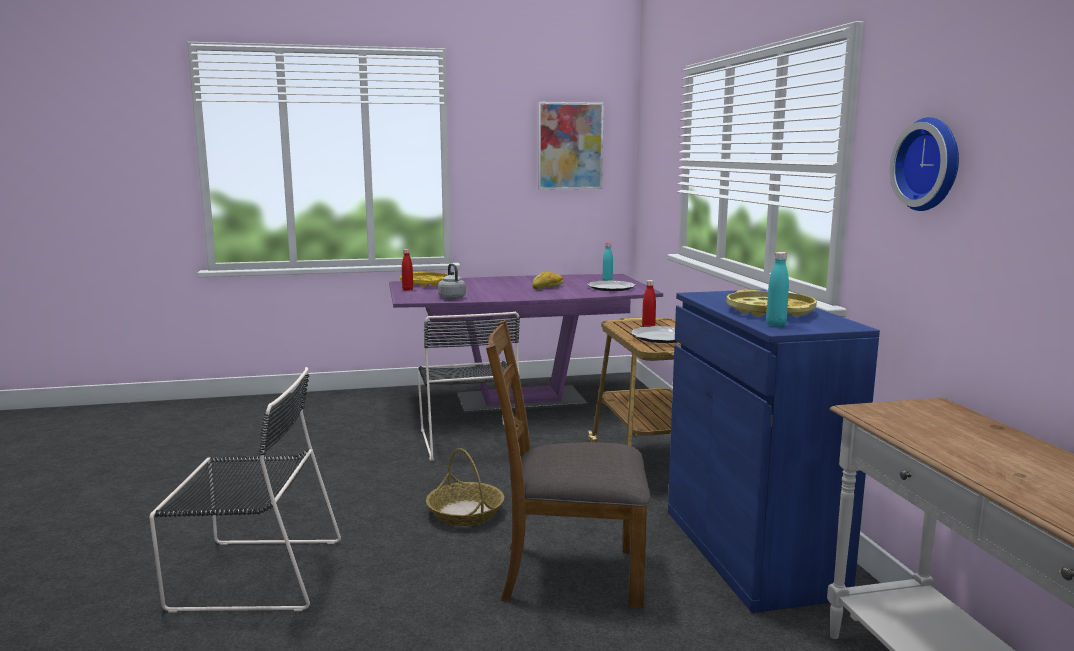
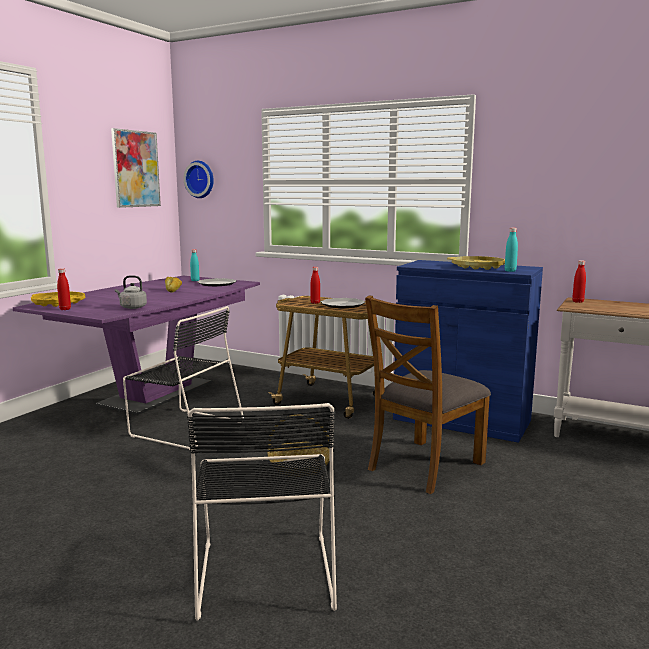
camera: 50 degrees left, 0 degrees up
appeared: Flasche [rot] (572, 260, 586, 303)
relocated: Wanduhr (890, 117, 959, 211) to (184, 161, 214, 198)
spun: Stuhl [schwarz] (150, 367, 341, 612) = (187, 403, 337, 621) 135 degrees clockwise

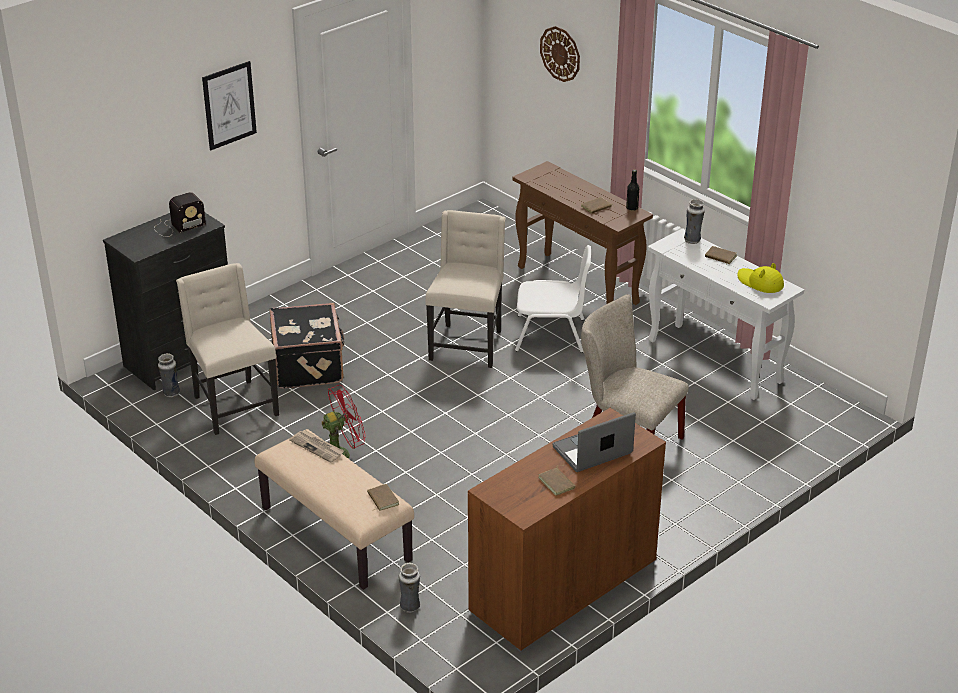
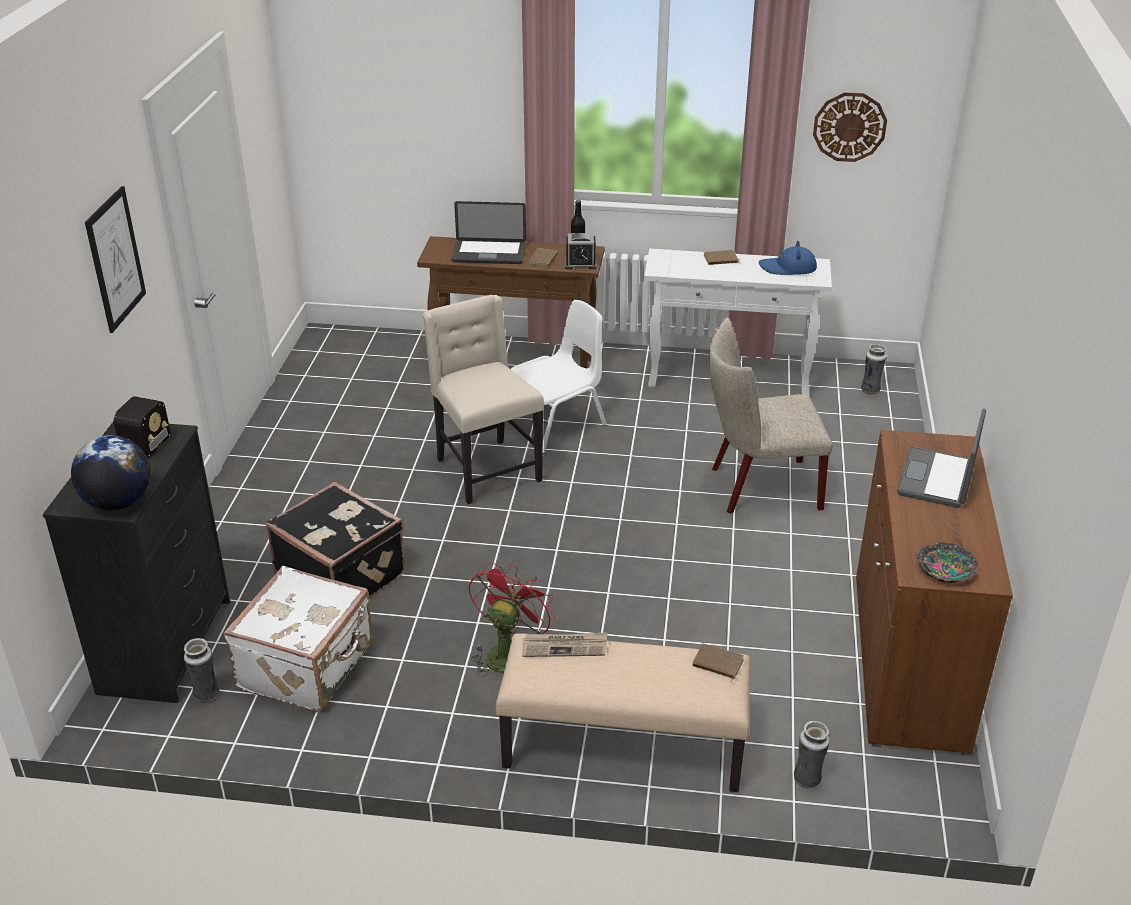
camera: 40 degrees left, 0 degrees up
missing: Buch [braun] (538, 466, 575, 496)
appeared: Globus (71, 435, 150, 510); Laptop (451, 201, 526, 264); Wecker (565, 233, 597, 269); Schüssel (916, 541, 978, 583)
relocated: Wanduhr (540, 26, 580, 82) to (813, 92, 887, 162); Vase (684, 199, 705, 244) to (861, 344, 887, 395)
exchanged: Stuhl [beige] (176, 263, 279, 435) to Koffer [weiß] (224, 566, 373, 712)
colour: Hut [gelb] (737, 263, 784, 293) to Hut [blau] (759, 241, 817, 275)

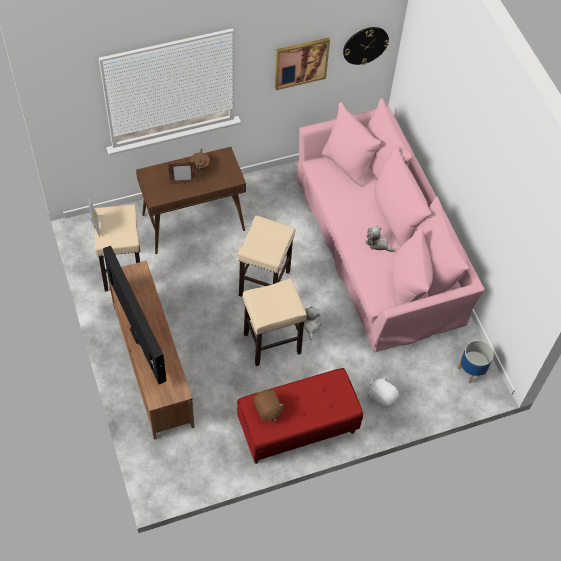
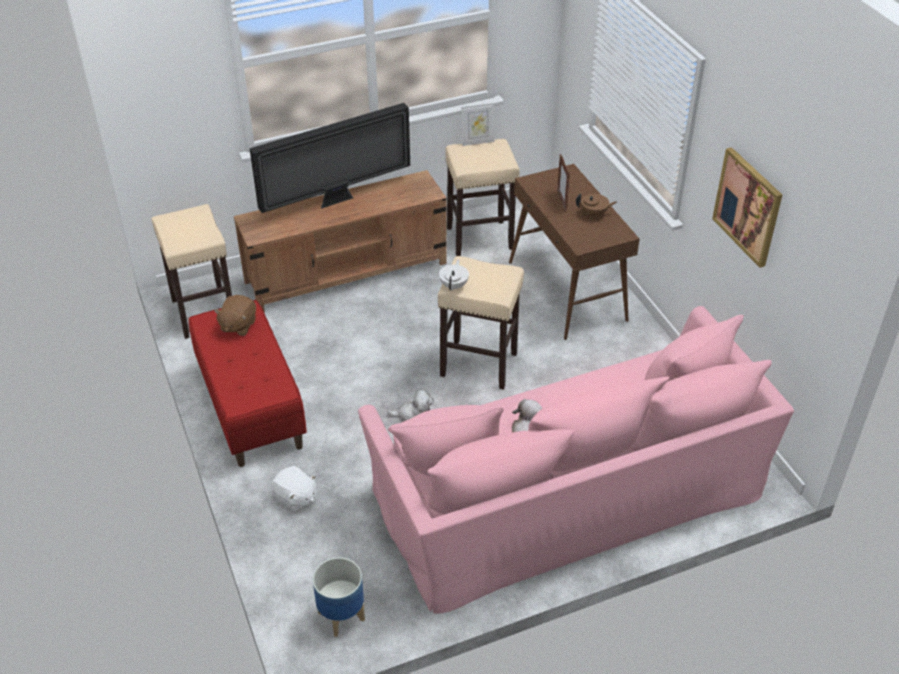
camera: 90 degrees right, 15 degrees down
missing: Wanduhr (343, 27, 389, 65)
appeared: Teekanne [weiß] (439, 259, 469, 291)
relocated: Hocker [beige] (243, 279, 307, 366) to (151, 204, 232, 339)
spun: Plüschtier [braun] (254, 389, 284, 421) = (214, 295, 256, 336) 45 degrees counterclockwise; Plüschtier [weiß] (369, 376, 399, 408) = (271, 466, 316, 512) 90 degrees clockwise

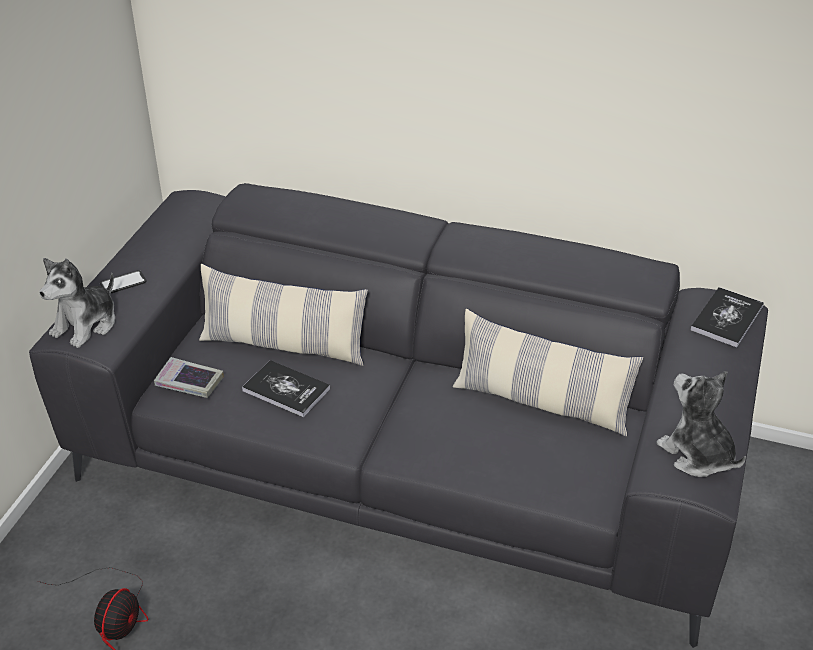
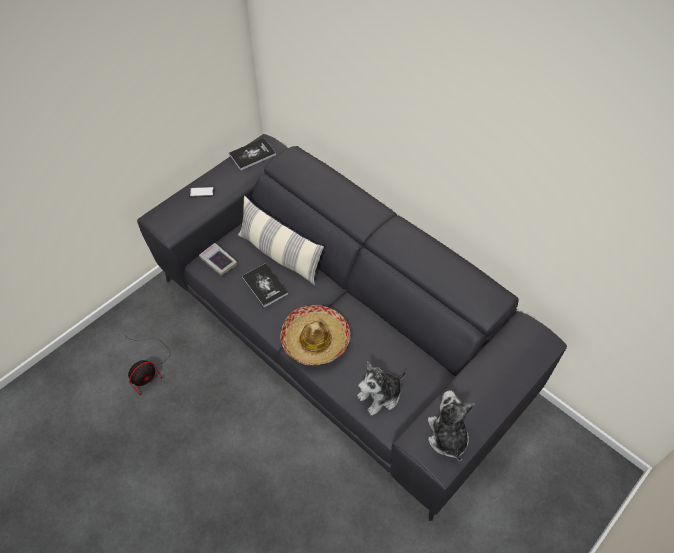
camera: 25 degrees right, 15 degrees up
missing: Kissen (453, 309, 643, 436)
appeared: Hut (280, 305, 350, 366)
relocated: Plüschtier (39, 258, 115, 348) to (357, 362, 406, 416); Buch (690, 287, 764, 347) to (229, 138, 276, 171)

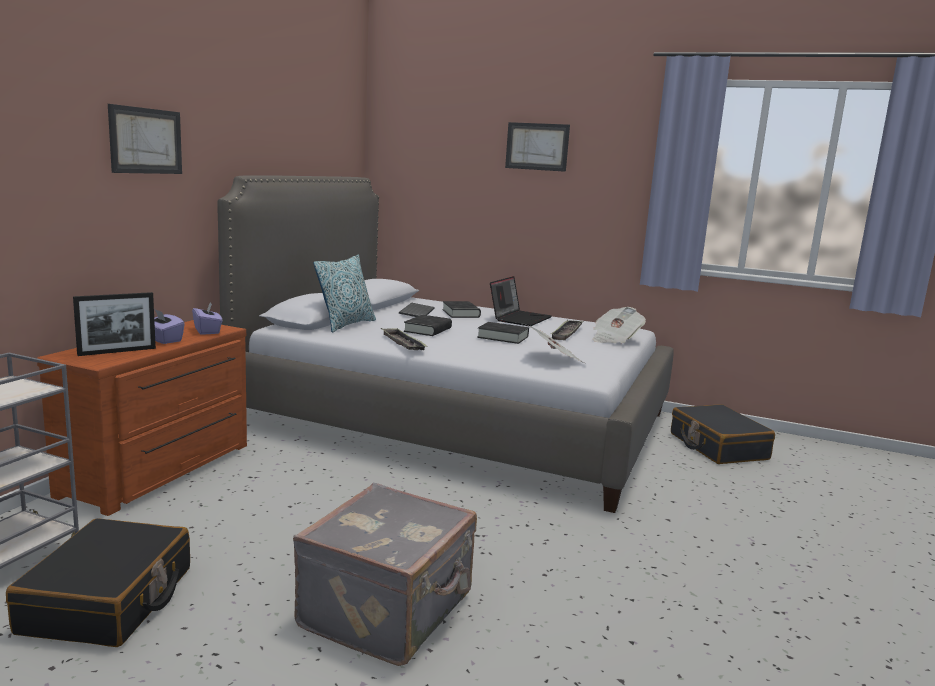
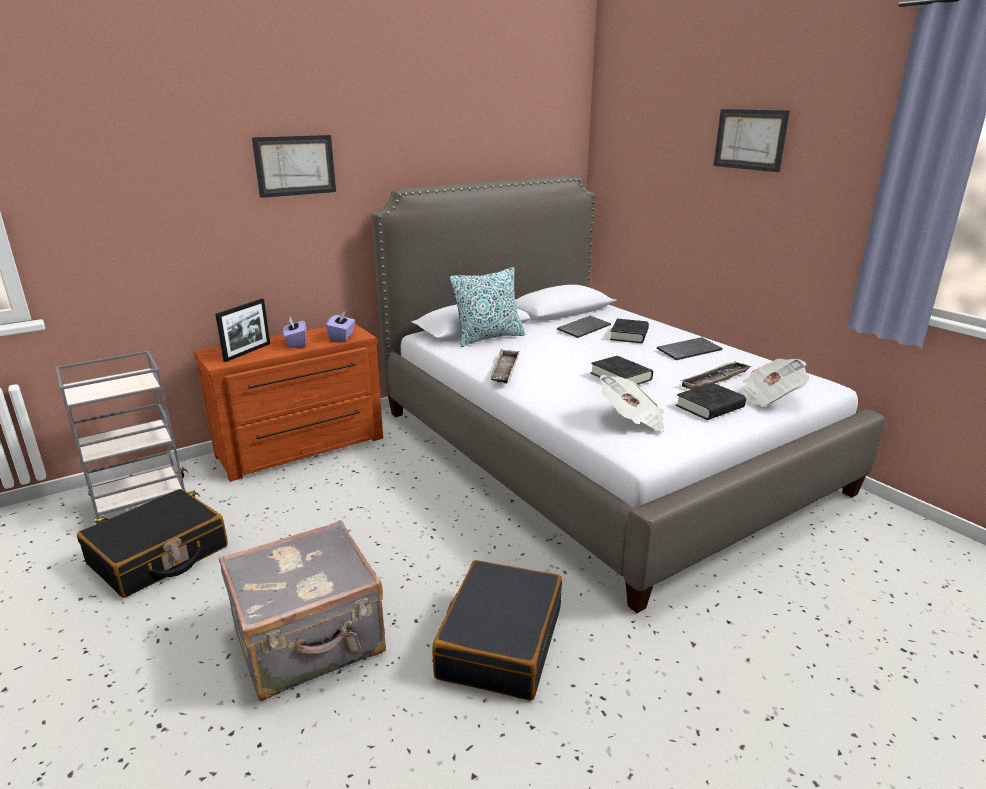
camera: 35 degrees right, 10 degrees up
relocated: Buch [schwarz] (404, 315, 452, 336) to (676, 383, 746, 420); Koffer [schwarz] (671, 404, 775, 464) to (432, 560, 562, 701)
exchanged: Laptop (490, 276, 552, 326) to Tastatur (657, 337, 722, 360)
spun: Bilderrahmen (73, 292, 156, 356) = (216, 299, 270, 362) 60 degrees counterclockwise

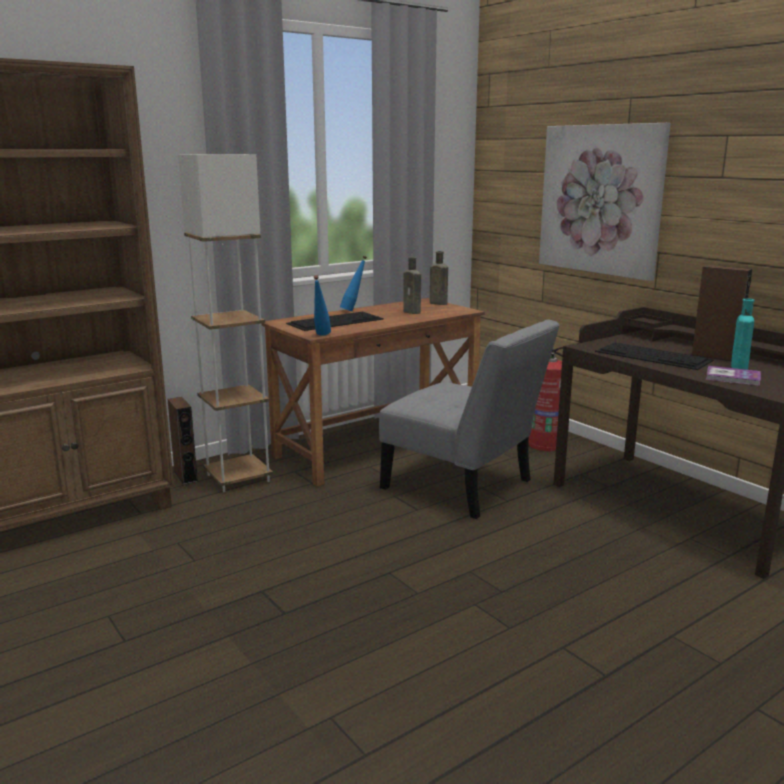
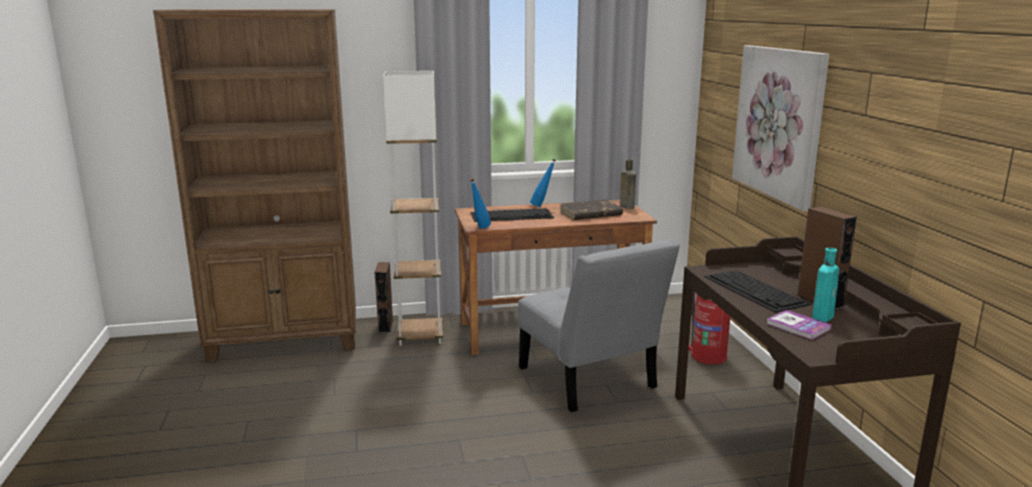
camera: 25 degrees right, 0 degrees up
exchanged: Flasche [braun] (403, 257, 421, 314) to Buch [braun] (559, 199, 623, 220)

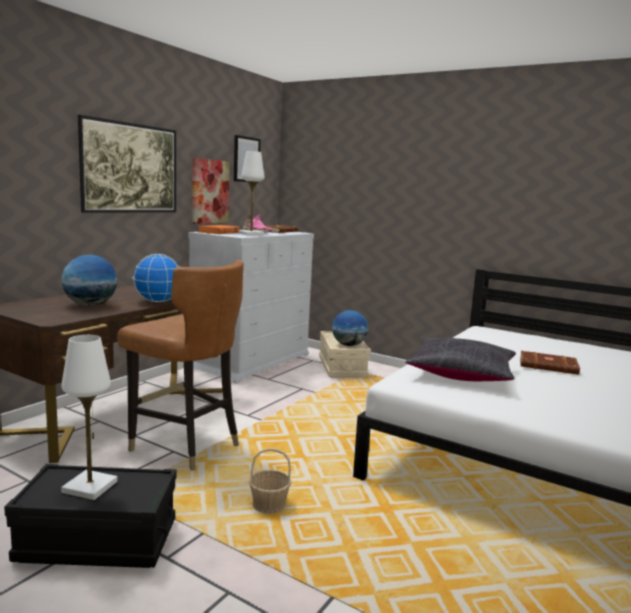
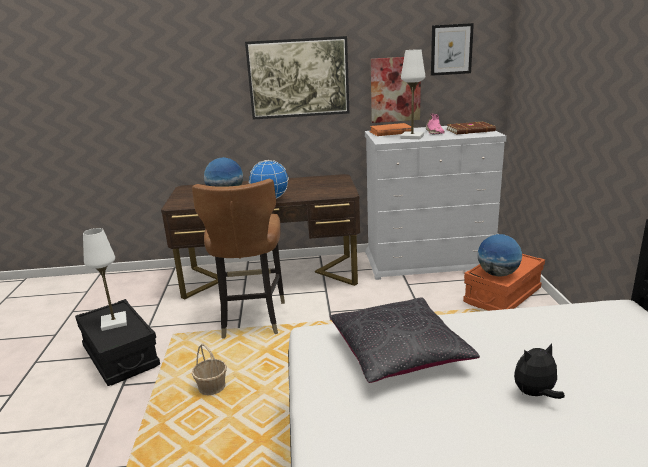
camera: 55 degrees right, 10 degrees up
exchanged: Buch [braun] (520, 351, 580, 375) to Plüschtier (514, 343, 565, 399)
colour: Aufbewahrungsbox [beige] (319, 331, 371, 378) to Aufbewahrungsbox [orange] (463, 254, 545, 311)

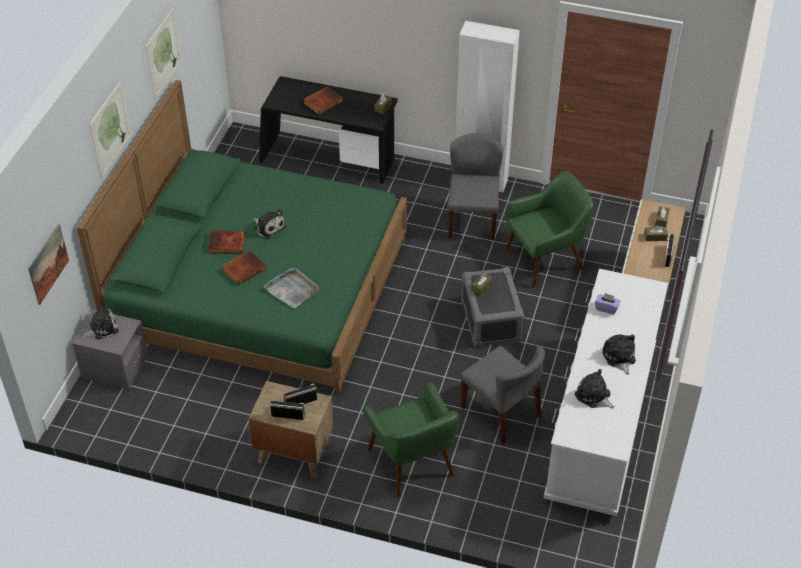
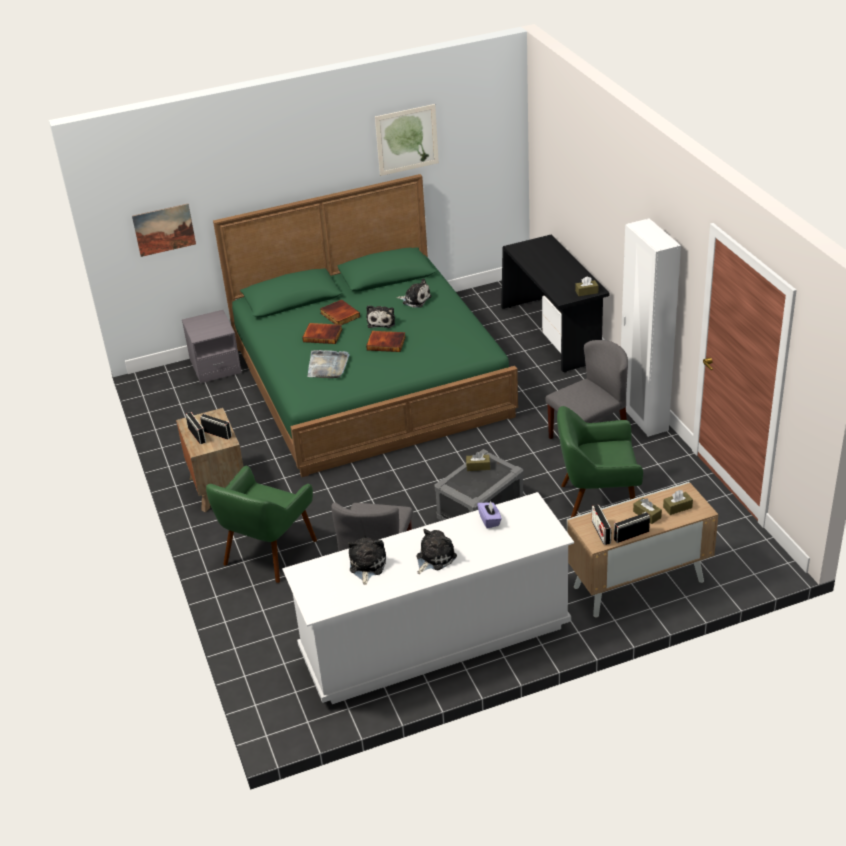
camera: 55 degrees right, 10 degrees down
missing: Bild (89, 81, 132, 179)
appeared: Radio (592, 505, 612, 545)
relocated: Plüschtier (82, 304, 119, 339) to (396, 278, 432, 308); Buch (303, 87, 343, 115) to (366, 331, 406, 352)
spun: Sessel [grün] (505, 171, 594, 288) = (557, 406, 643, 518) 150 degrees clockwise

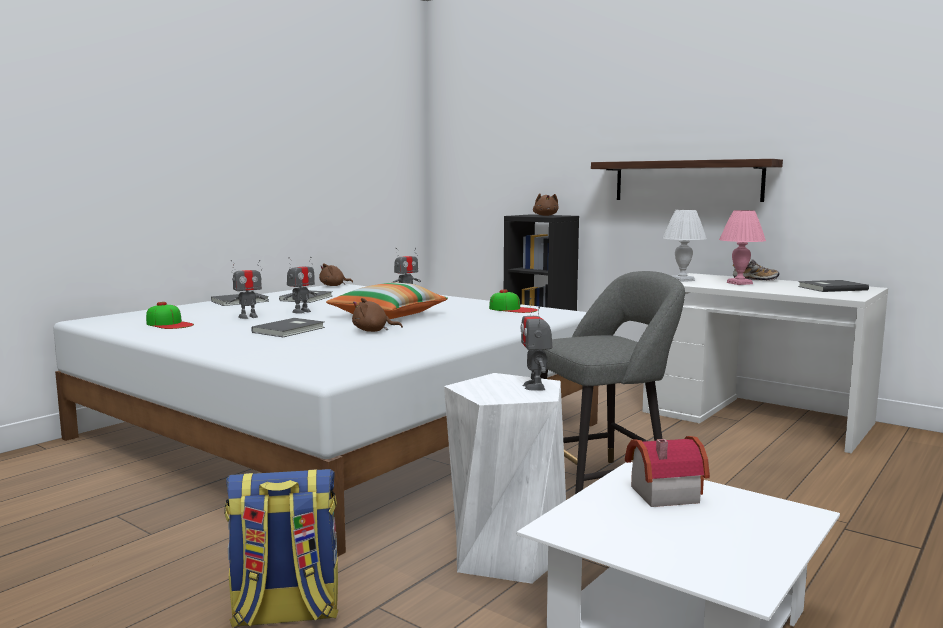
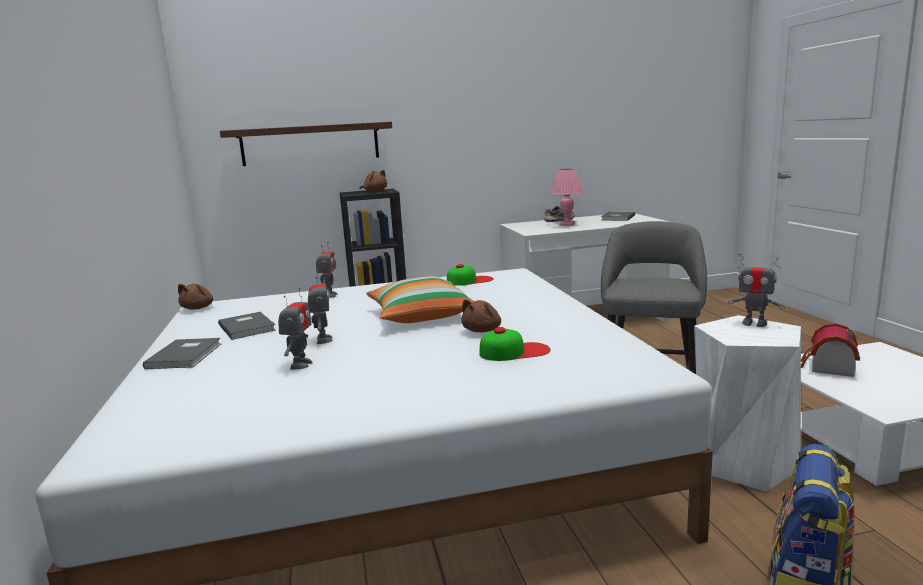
camera: 50 degrees left, 5 degrees up
missing: Buch [grau] (251, 318, 325, 337); Tischlampe [weiß] (663, 209, 707, 282)
relocated: Kappe (146, 302, 194, 329) to (480, 327, 550, 361); Wandregal (591, 159, 783, 202) to (220, 122, 392, 166)

